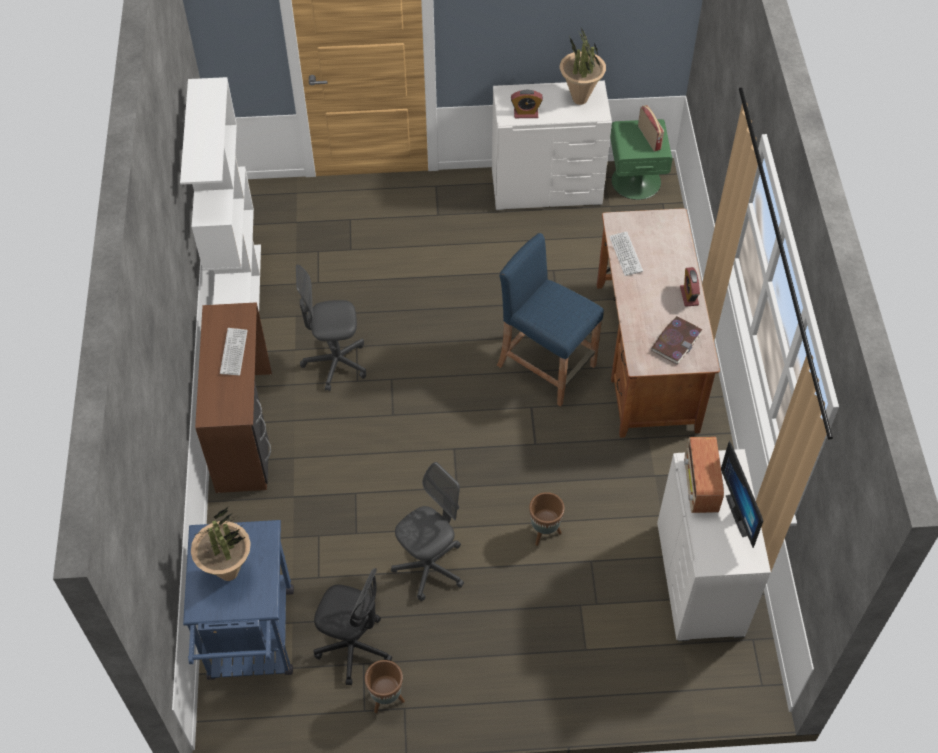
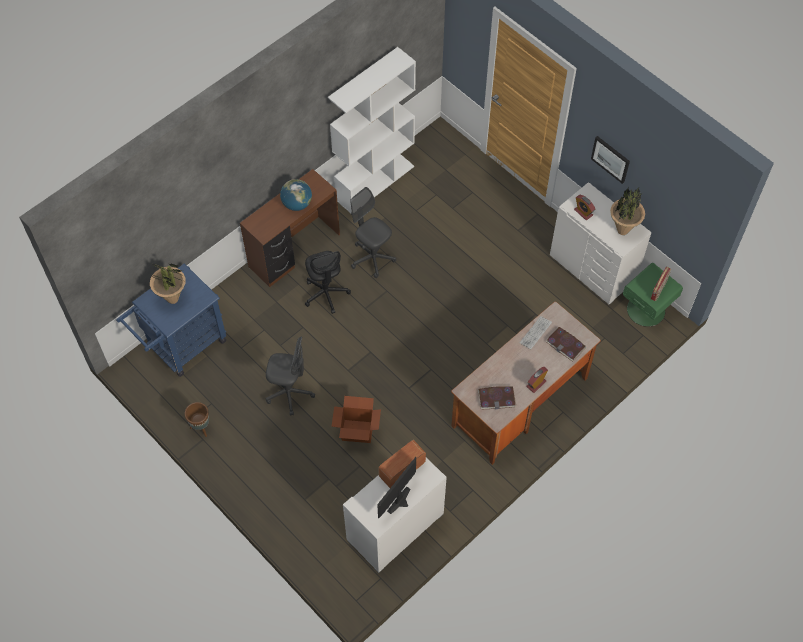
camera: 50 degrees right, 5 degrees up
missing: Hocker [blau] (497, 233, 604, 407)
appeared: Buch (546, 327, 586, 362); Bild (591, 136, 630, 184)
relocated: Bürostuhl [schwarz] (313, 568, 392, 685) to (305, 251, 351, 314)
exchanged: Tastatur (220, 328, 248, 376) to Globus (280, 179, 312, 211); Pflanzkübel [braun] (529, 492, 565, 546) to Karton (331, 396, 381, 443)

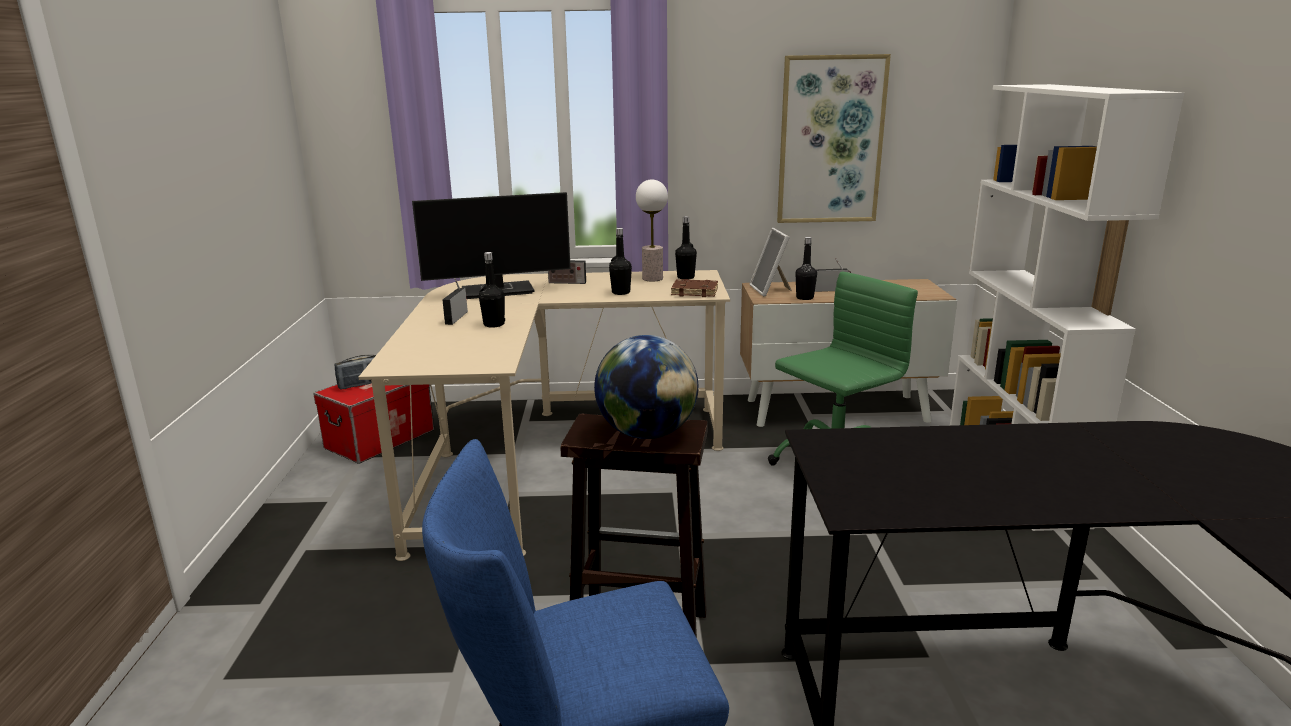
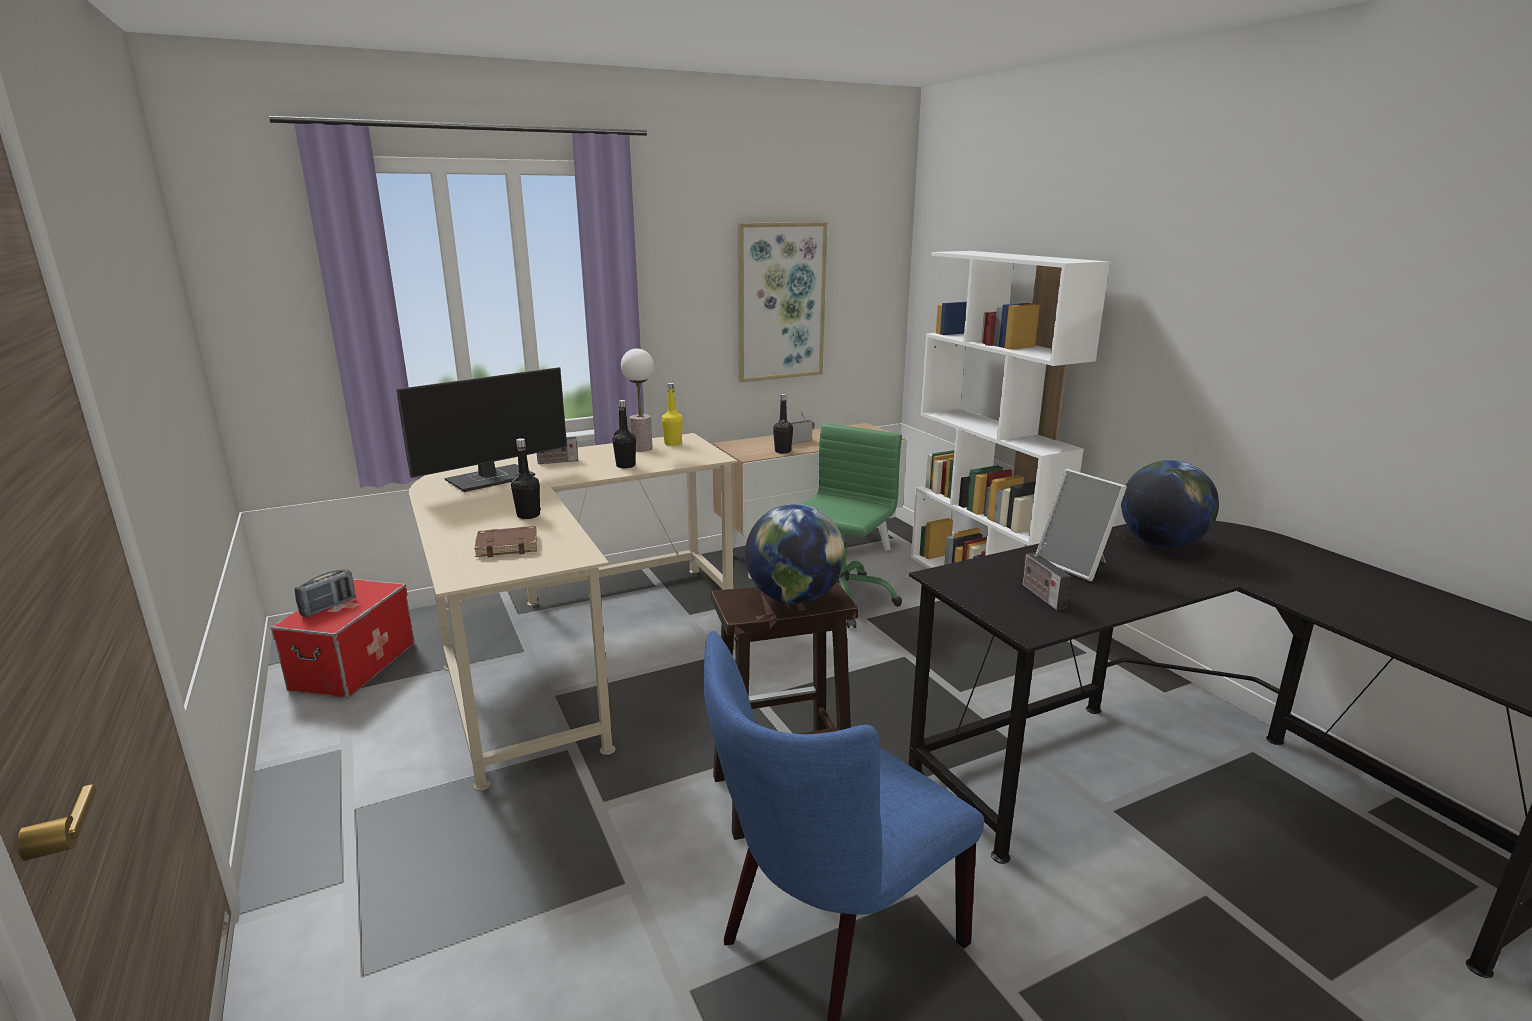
camera: 25 degrees left, 0 degrees up
appeared: Globus (1121, 460, 1219, 548)
relocated: Radio (442, 278, 468, 325) to (1023, 543, 1071, 610); Buch [braun] (671, 279, 718, 297) to (474, 526, 537, 557); Bilderrahmen (750, 228, 792, 297) to (1036, 469, 1127, 581)
colour: Flasche [schwarz] (675, 216, 697, 279) to Flasche [gelb] (662, 383, 683, 446)

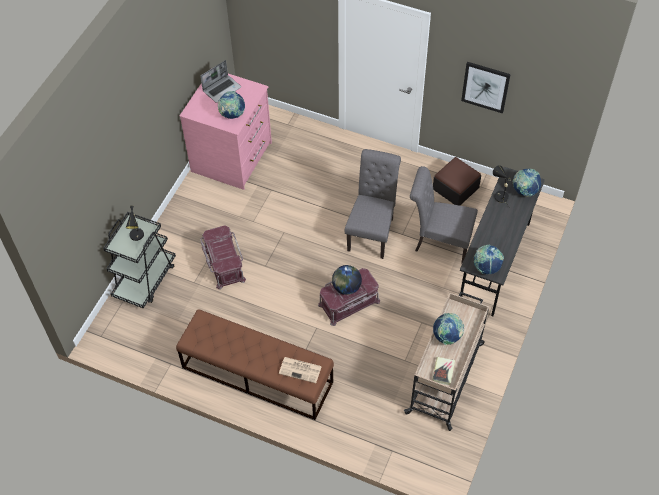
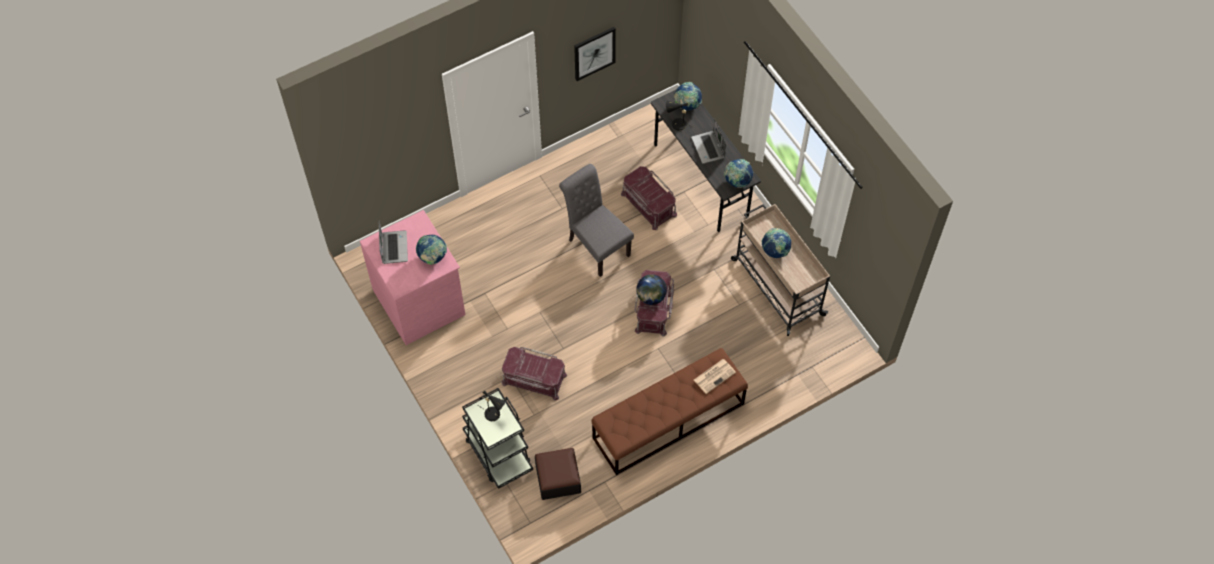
camera: 55 degrees left, 5 degrees up
missing: Buch (432, 357, 455, 385)
appeared: Laptop (691, 118, 726, 164)
relocated: Polsterhocker (433, 157, 481, 206) to (535, 448, 581, 500)
exchanged: Stuhl [grau] (410, 166, 478, 263) to Aufbewahrungsbox [rot] (621, 166, 677, 230)

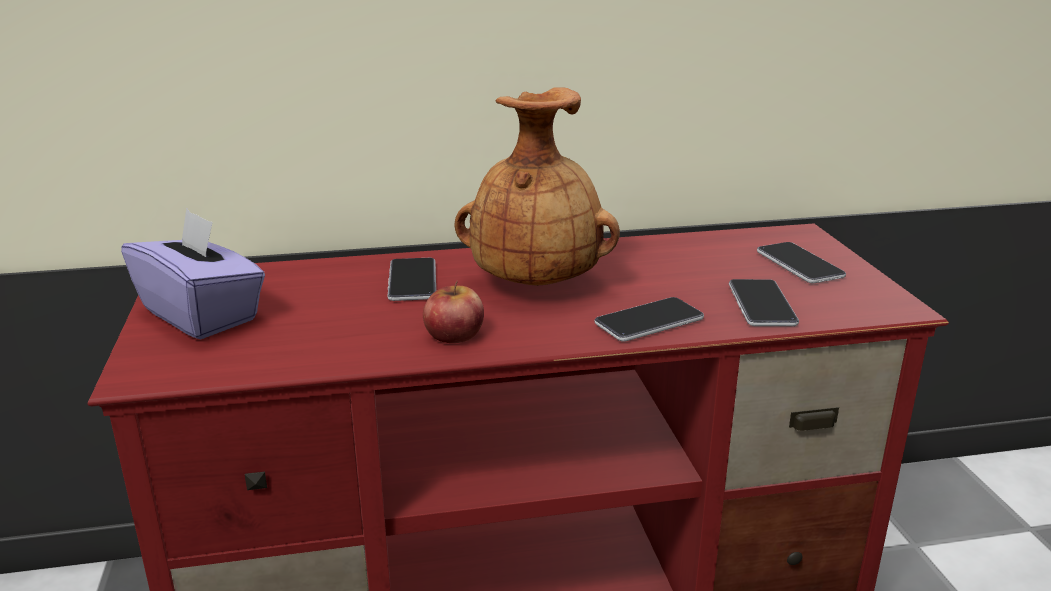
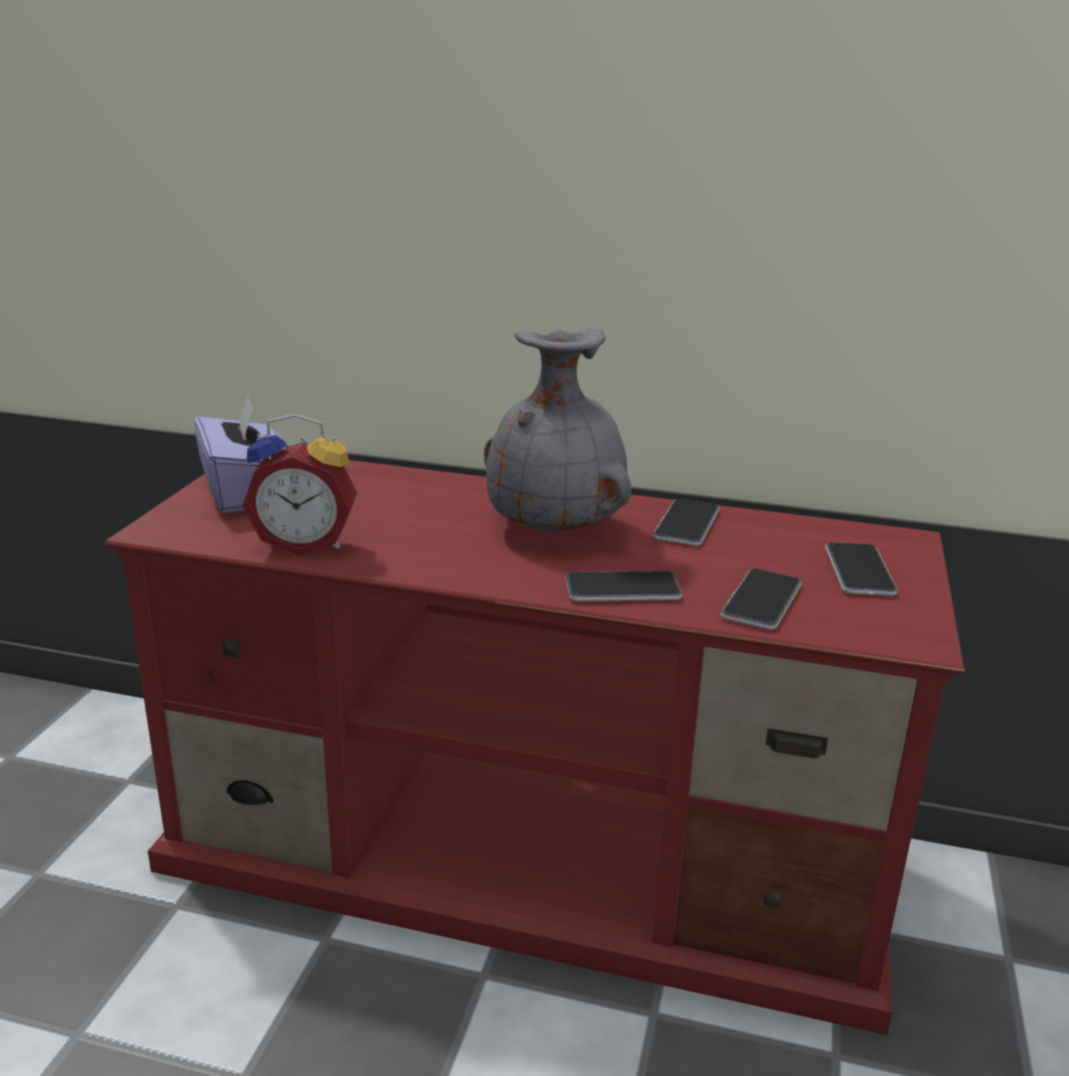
camera: 25 degrees right, 0 degrees up
missing: Apfel (423, 281, 484, 343)
appeared: Wecker (242, 413, 357, 556)
relocated: Handy (388, 258, 436, 301) to (653, 499, 719, 546)
colour: Vase [braun] (454, 87, 620, 286) to Vase [grau] (484, 329, 631, 531)

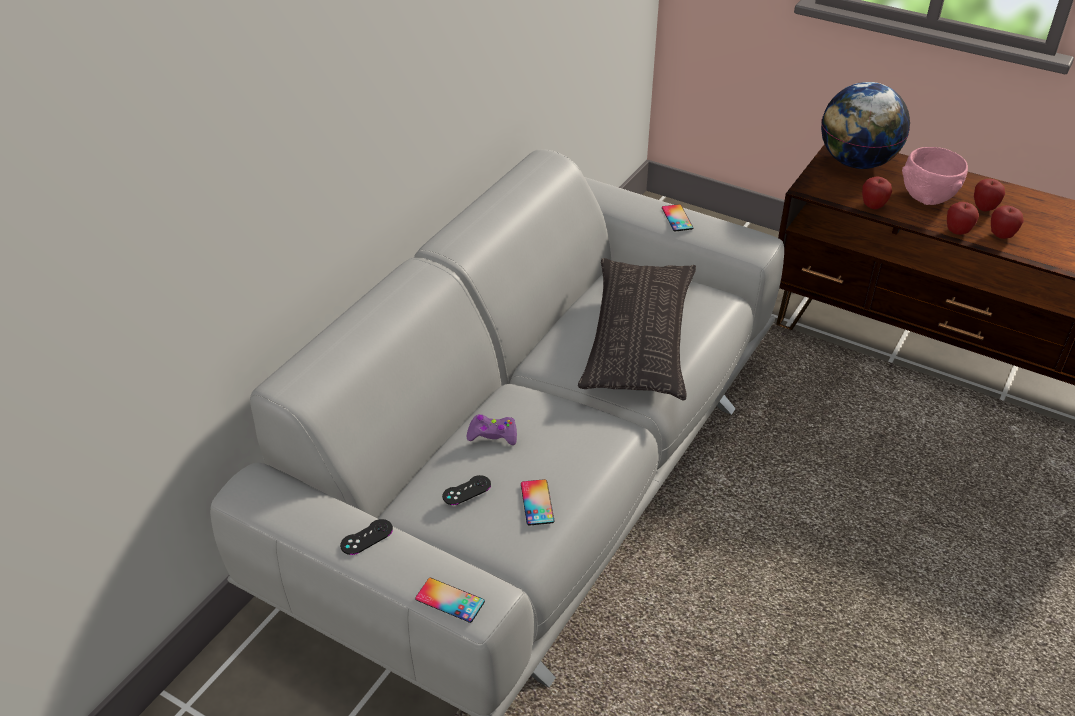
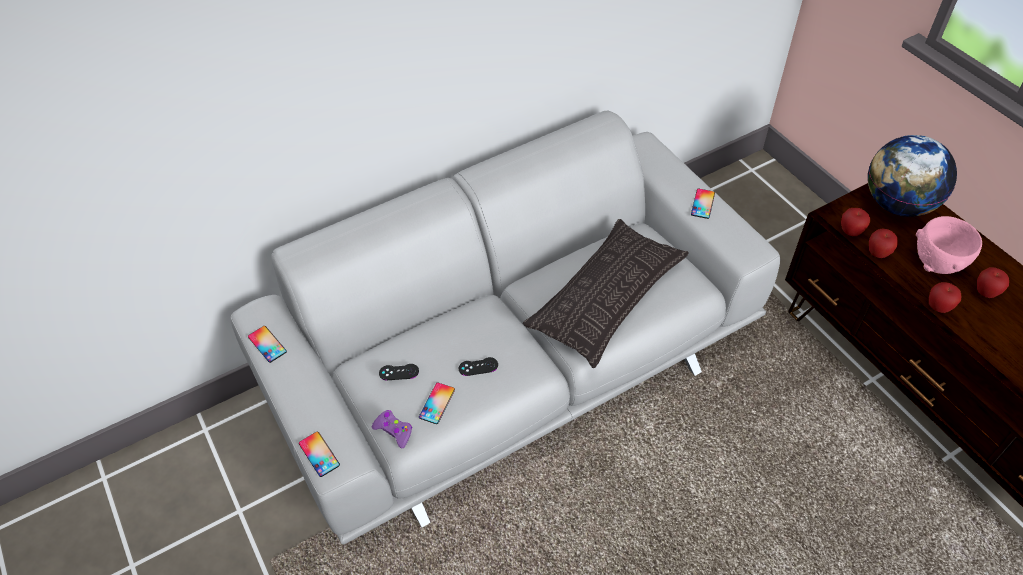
camera: 30 degrees right, 10 degrees up
appeared: Handy (248, 326, 287, 363)
relocated: Gamepad [schwarz] (340, 519, 393, 555) to (459, 357, 498, 376); Gamepad [lila] (467, 414, 517, 445) to (372, 410, 412, 448); Apfel (991, 205, 1024, 239) to (841, 208, 870, 236)

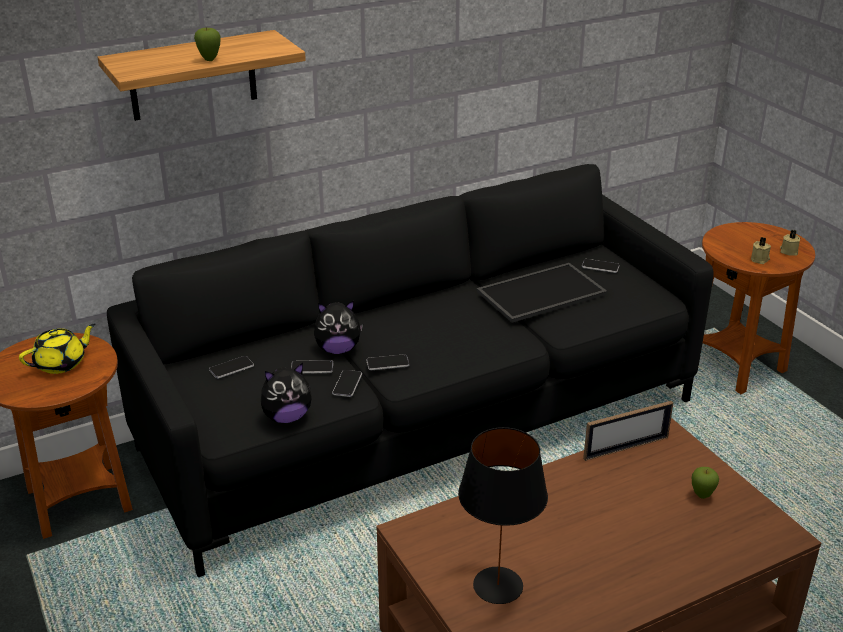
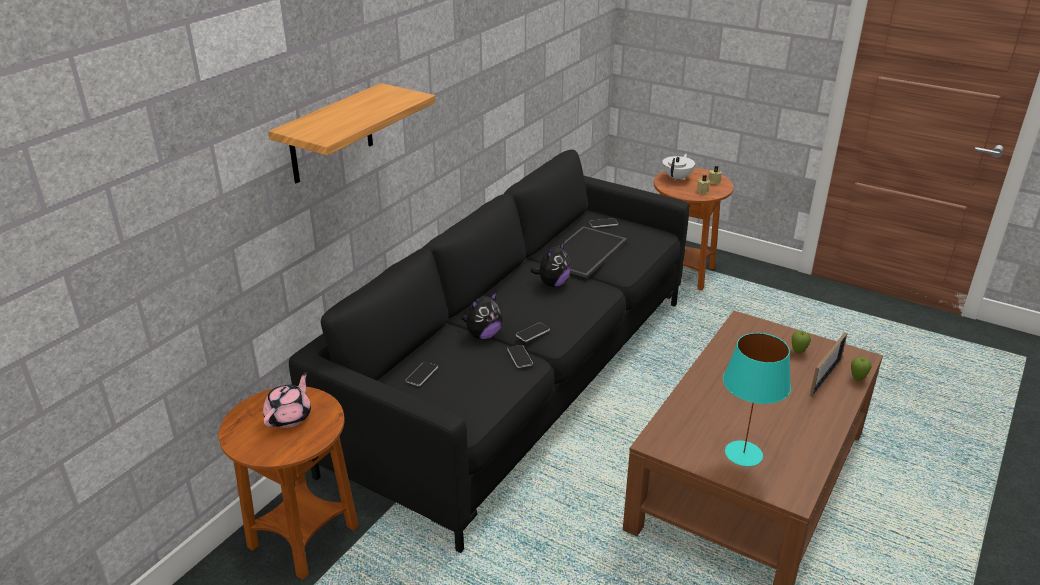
camera: 30 degrees left, 0 degrees up
missing: Handy (291, 360, 333, 374)
appeared: Teekanne [weiß] (662, 154, 695, 181)
relocated: Apfel (194, 28, 221, 61) to (851, 357, 871, 381); Plüschtier (261, 363, 312, 423) to (531, 242, 571, 287); Bilderrahmen (583, 401, 673, 461) to (810, 332, 847, 397)
colour: Teekanne [gelb] (19, 323, 95, 374) to Teekanne [rosa] (263, 372, 311, 428); Tischlampe [schwarz] (458, 427, 548, 604) to Tischlampe [türkis] (723, 333, 791, 466)

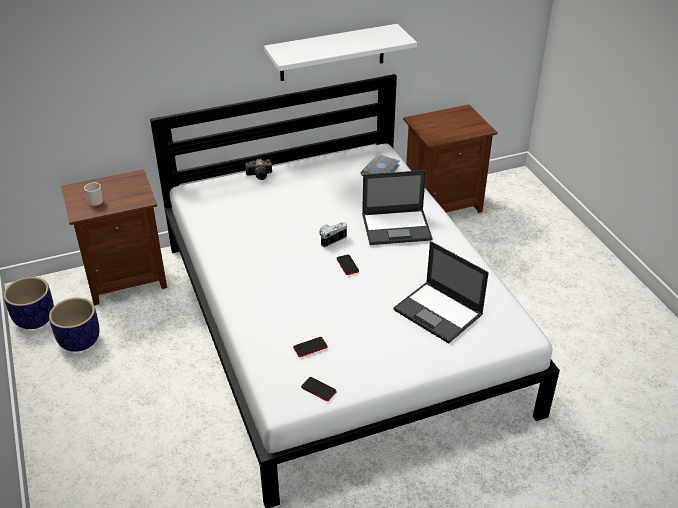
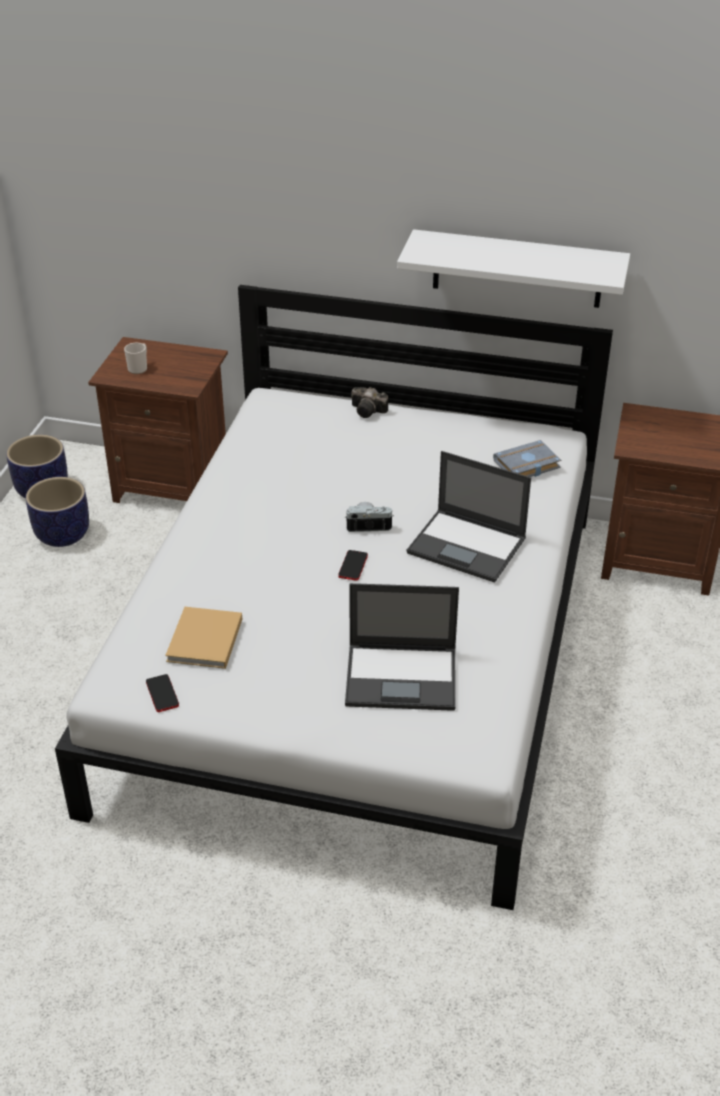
camera: 35 degrees right, 0 degrees up
exchanged: Handy (293, 337, 328, 357) to Buch [beige] (165, 607, 242, 669)
spun: Laptop (393, 241, 489, 344) = (345, 583, 459, 711) 75 degrees counterclockwise

